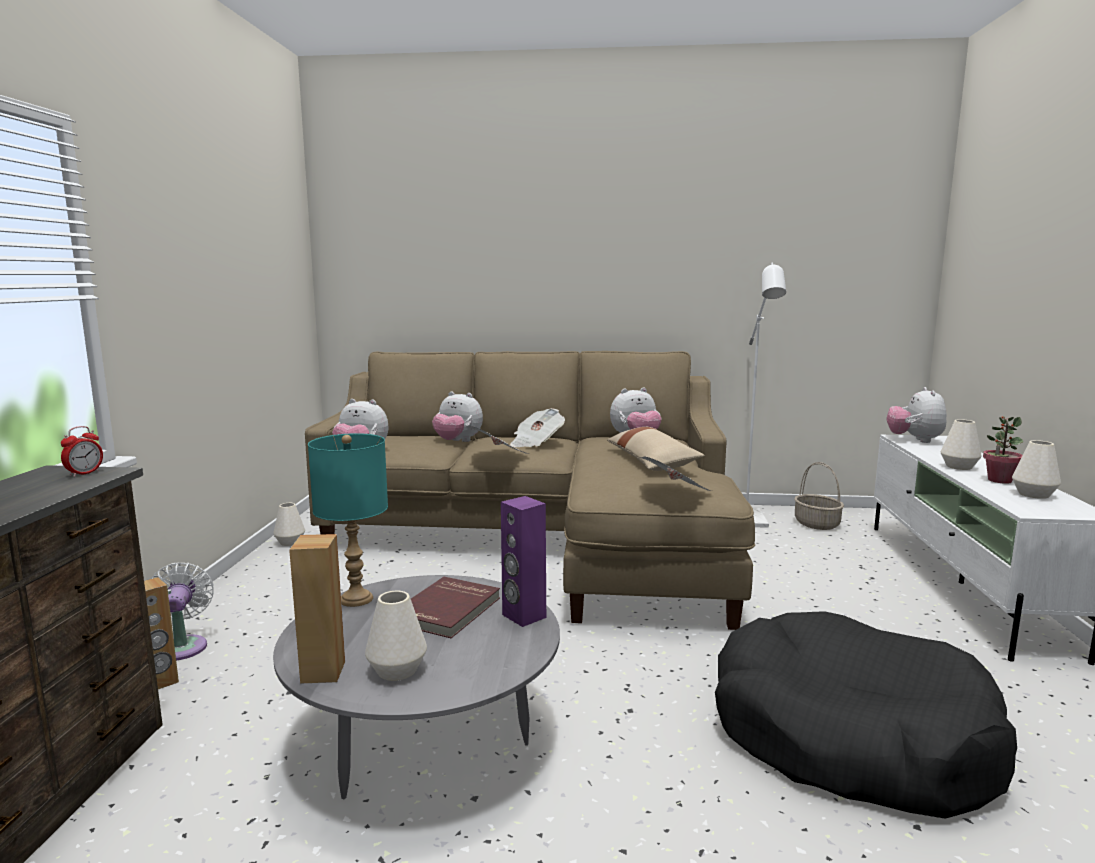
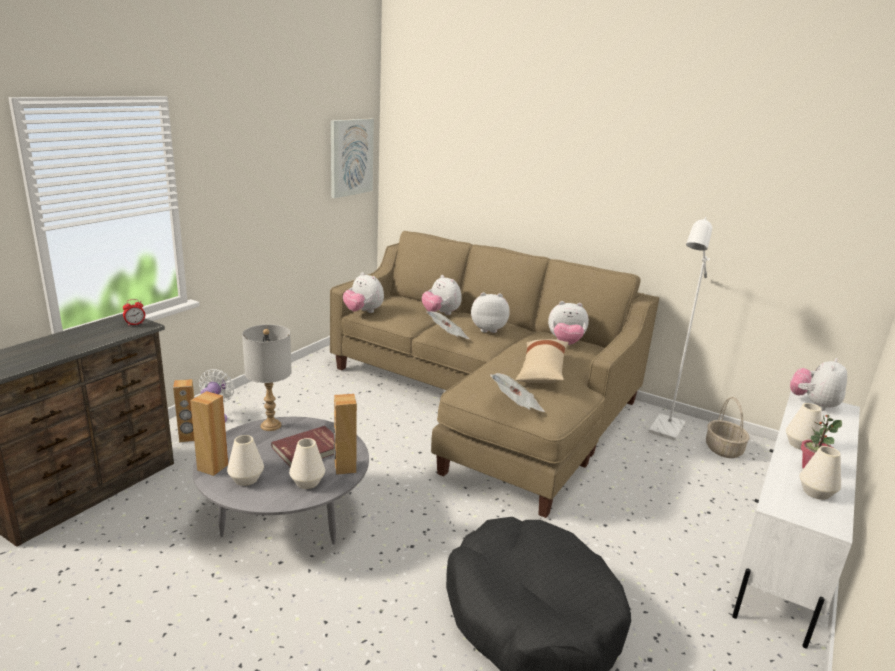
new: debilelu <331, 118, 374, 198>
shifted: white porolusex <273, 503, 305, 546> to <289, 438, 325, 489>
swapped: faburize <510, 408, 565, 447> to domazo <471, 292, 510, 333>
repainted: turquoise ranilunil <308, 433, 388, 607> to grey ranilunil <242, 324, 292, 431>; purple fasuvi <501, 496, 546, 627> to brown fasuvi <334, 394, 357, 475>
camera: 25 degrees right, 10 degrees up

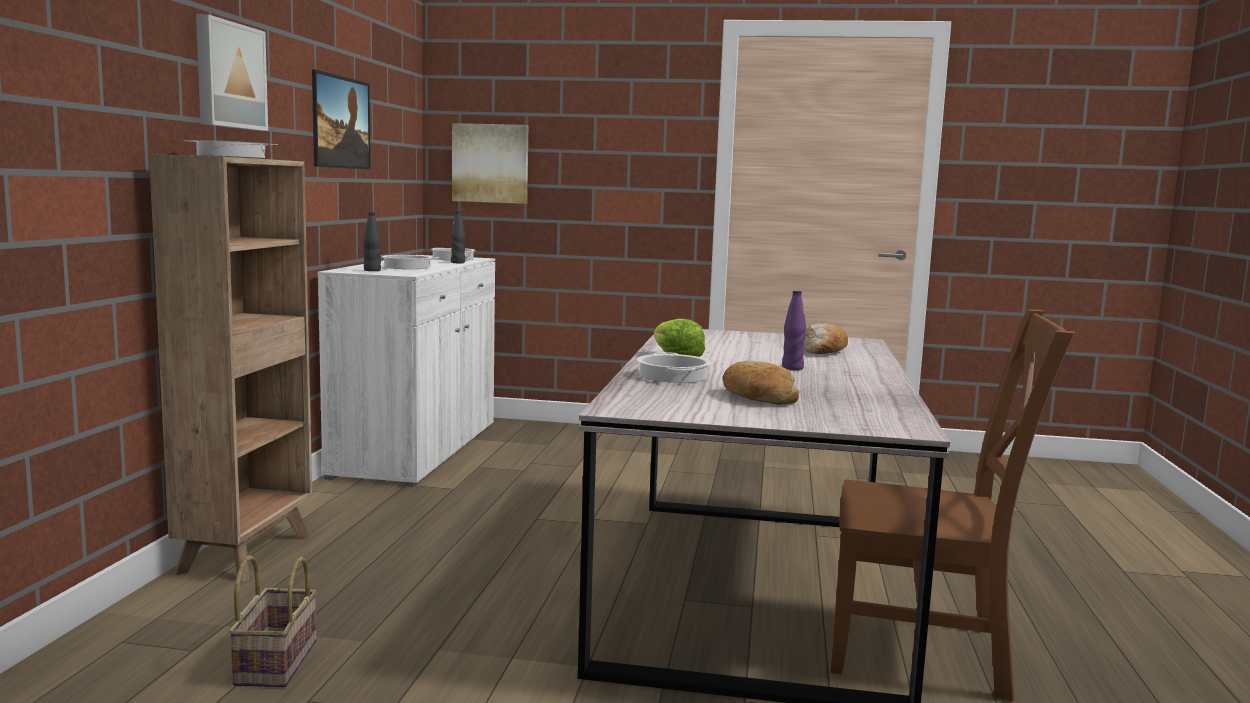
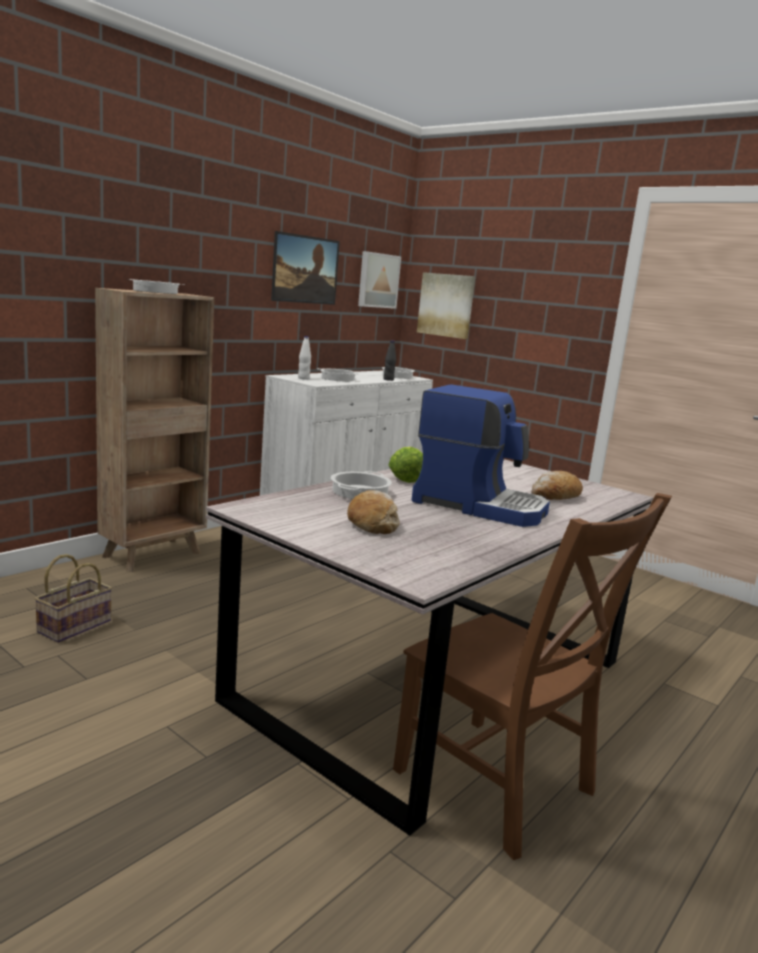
shifted: debilelu <196, 14, 268, 131> to <358, 251, 401, 309>
swapped: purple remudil <782, 290, 806, 370> to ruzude <412, 384, 550, 527>
repainted: black remudil <363, 212, 381, 271> to white remudil <298, 336, 311, 379>
camera: 30 degrees right, 5 degrees up

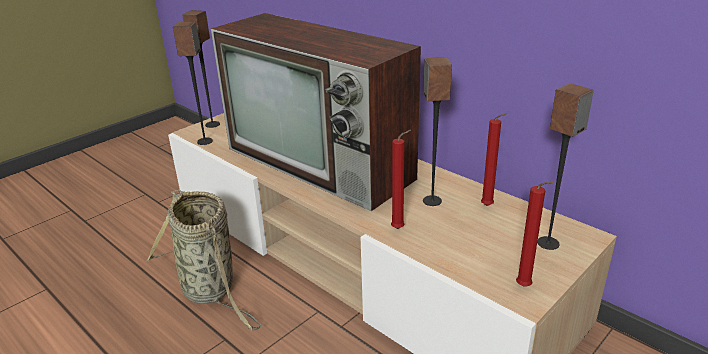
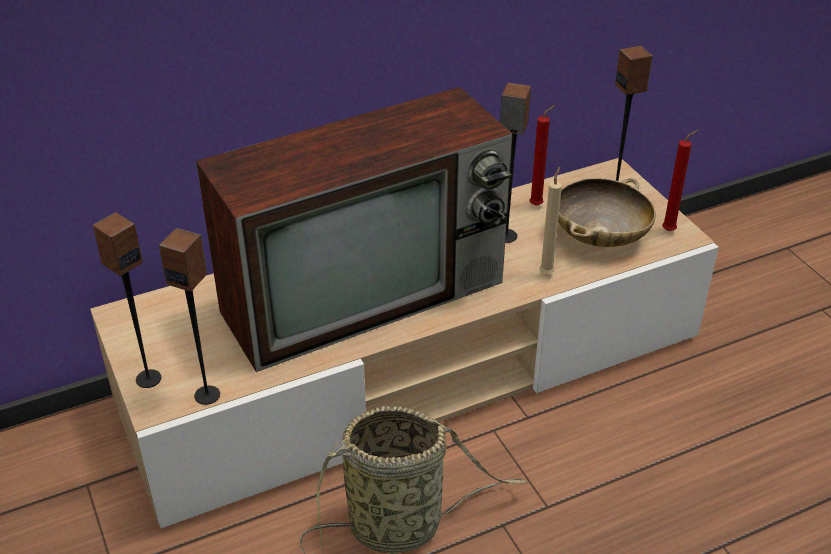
new: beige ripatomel <558, 178, 656, 247>
repainted: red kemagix <391, 130, 411, 229> to beige kemagix <539, 167, 562, 274>
camera: 70 degrees left, 10 degrees up

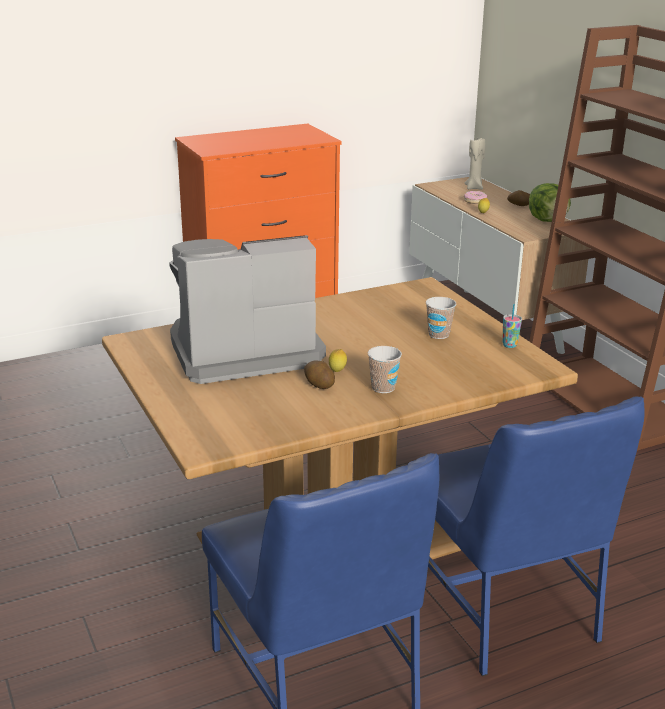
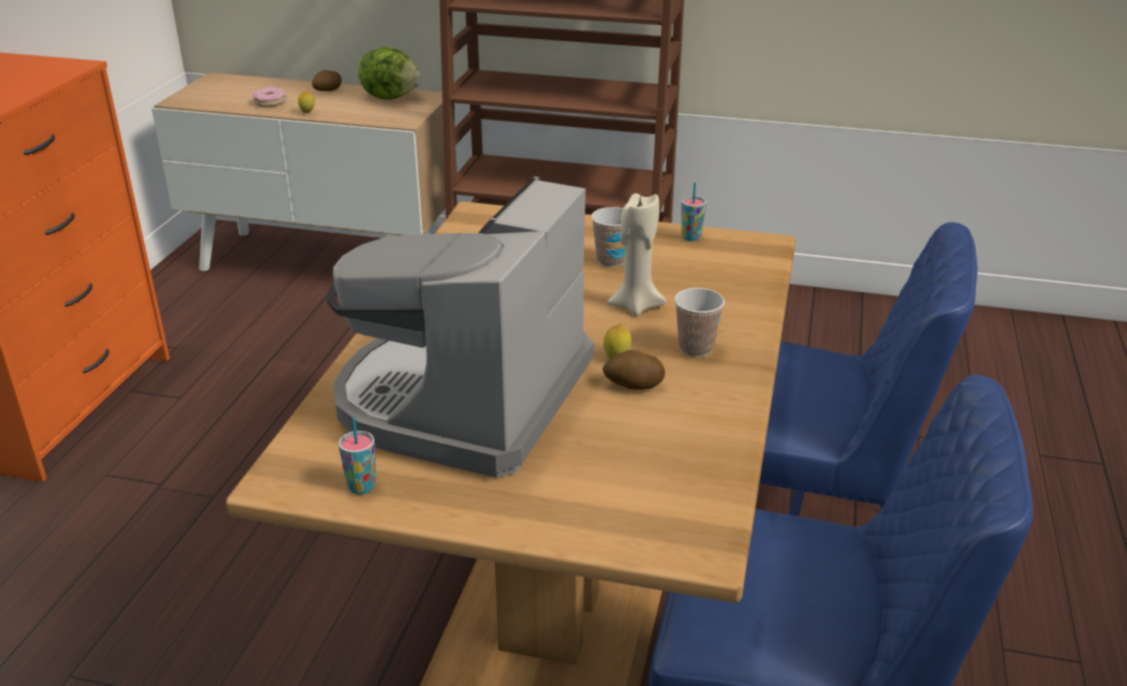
new: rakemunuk <338, 417, 376, 494>
shifted: beige kemagix <465, 138, 485, 190> to <607, 193, 666, 316>
camera: 50 degrees left, 5 degrees up

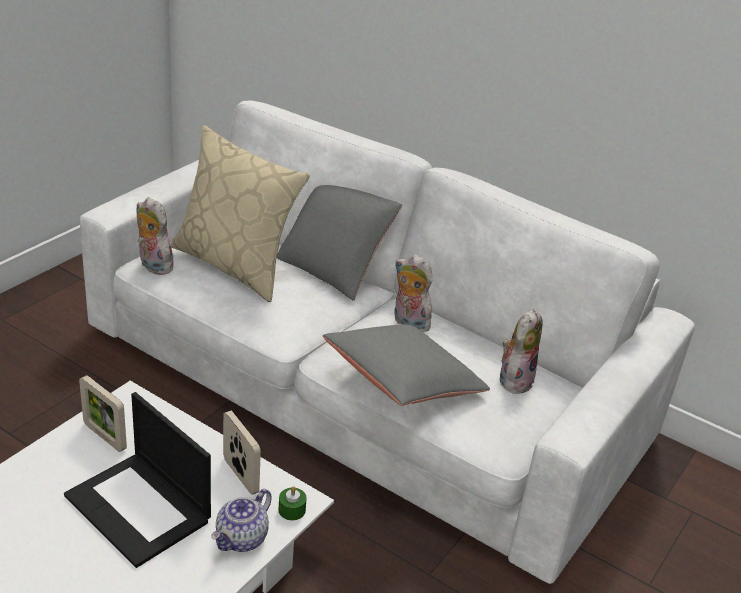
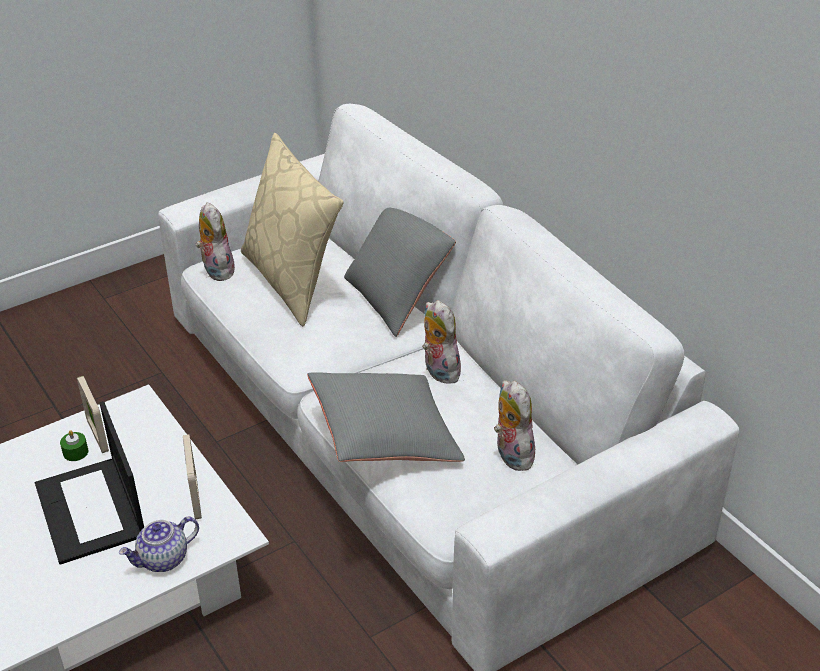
shifted: green kemagix <278, 486, 307, 520> to <60, 430, 88, 461>
rotated: domazo <500, 310, 542, 394> = <494, 380, 535, 471> 75 degrees counterclockwise
camera: 25 degrees right, 5 degrees up

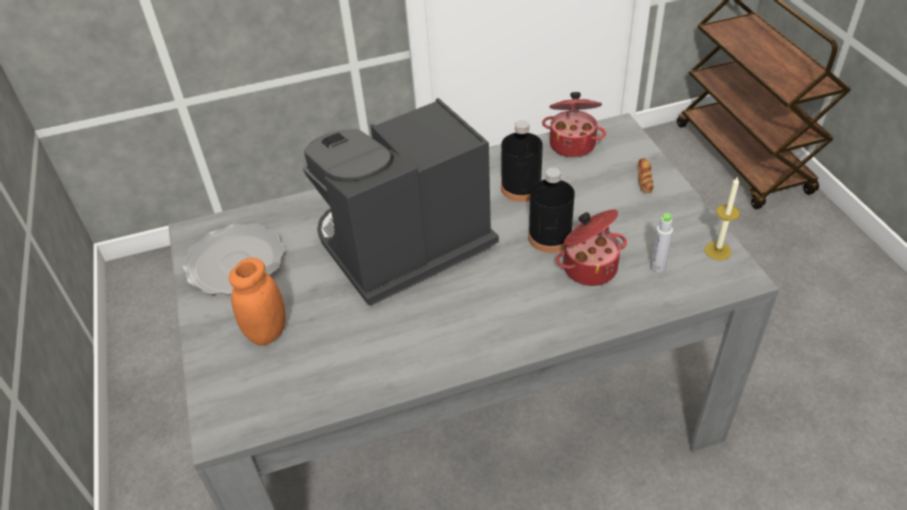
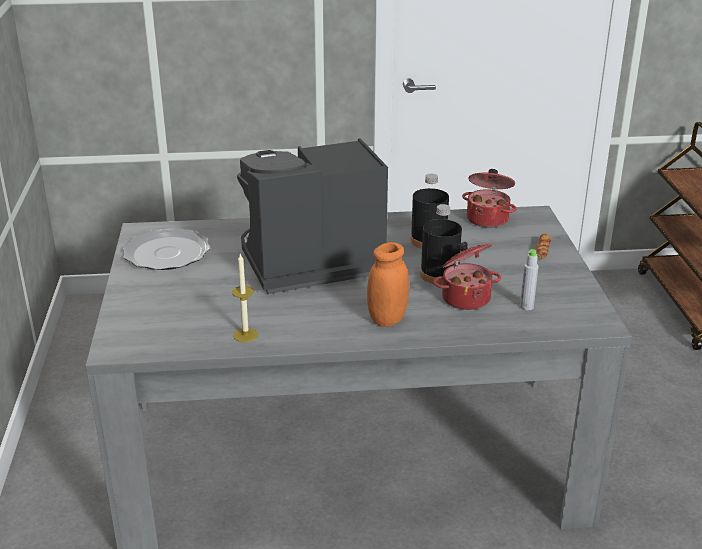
shifted: kemagix <705, 176, 740, 260> to <232, 254, 258, 342>; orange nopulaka <229, 258, 286, 346> to <367, 242, 409, 327>
camera: 10 degrees right, 15 degrees down

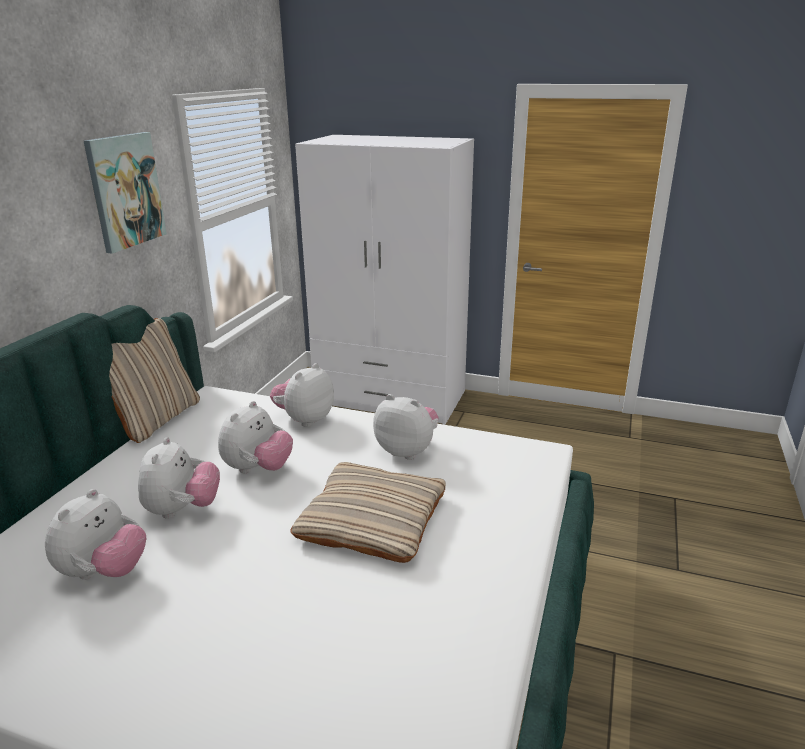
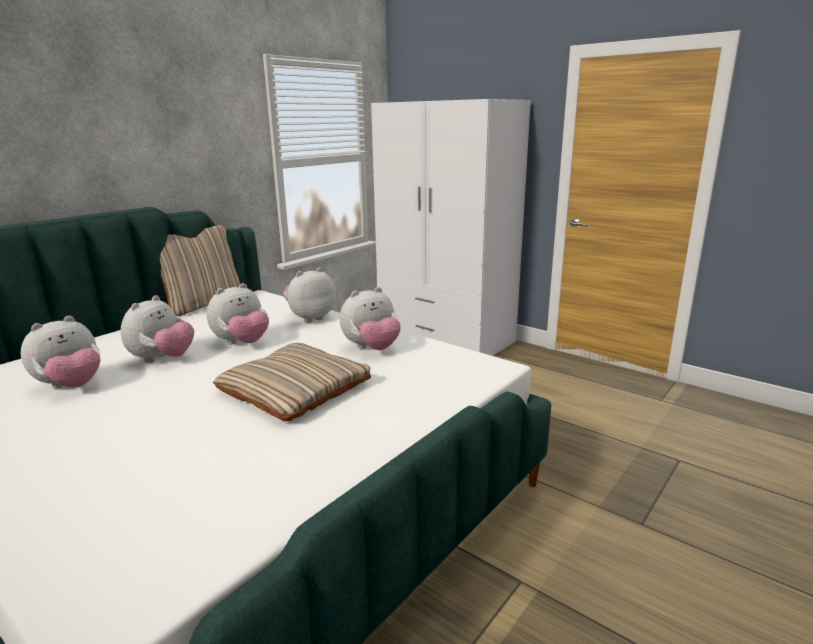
gone: debilelu <84, 132, 167, 254>
rotated: domazo <373, 394, 439, 460> = <340, 287, 401, 350> 105 degrees clockwise
camera: 20 degrees right, 5 degrees down

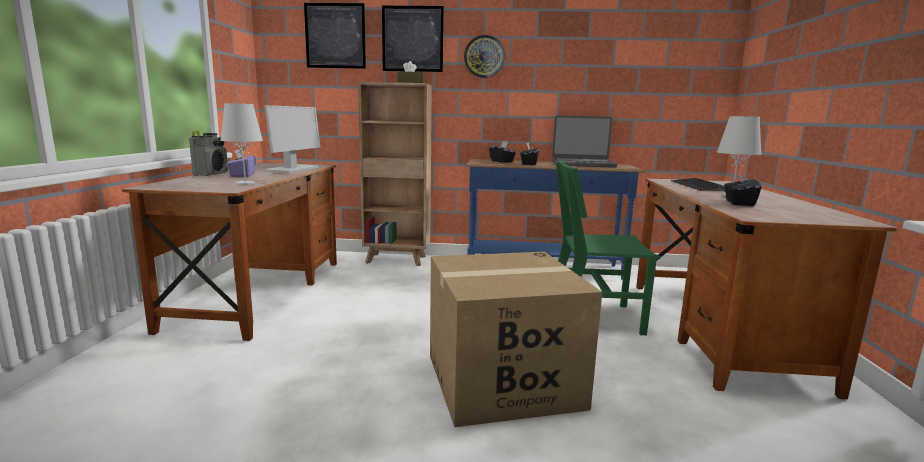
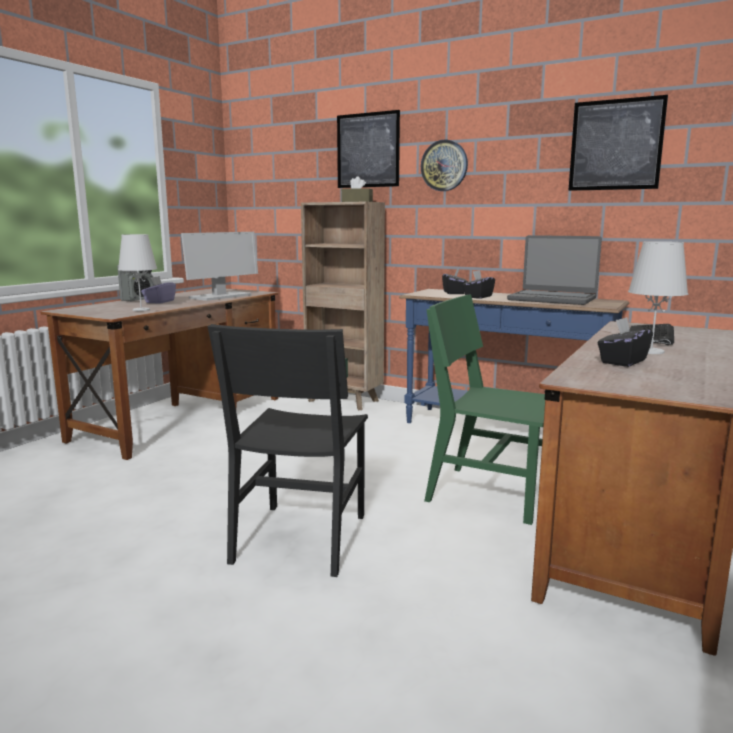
shifted: debilelu <304, 3, 366, 69> to <568, 95, 668, 191>
swapped: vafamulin <430, 252, 602, 427> to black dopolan <208, 324, 368, 577>
camera: 25 degrees right, 0 degrees up

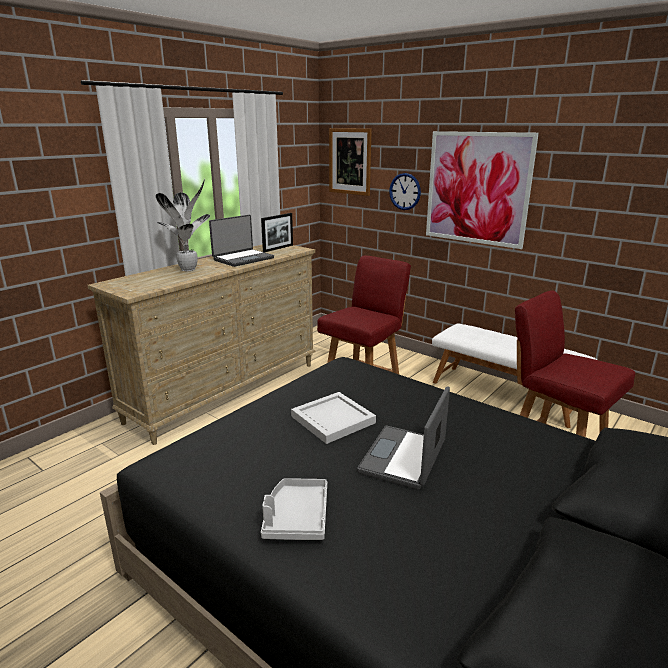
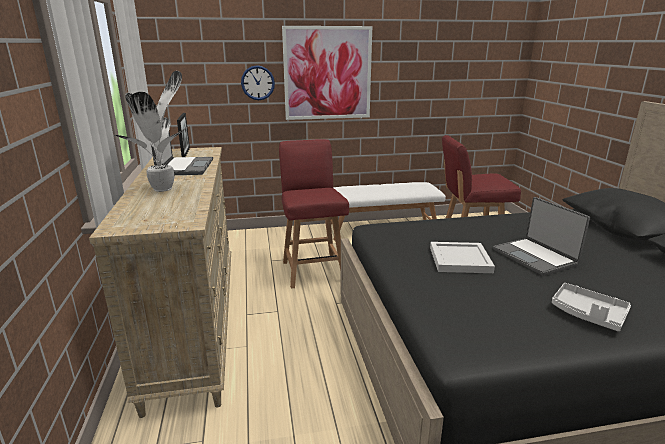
gone: debilelu <329, 128, 372, 196>
camera: 50 degrees left, 0 degrees up

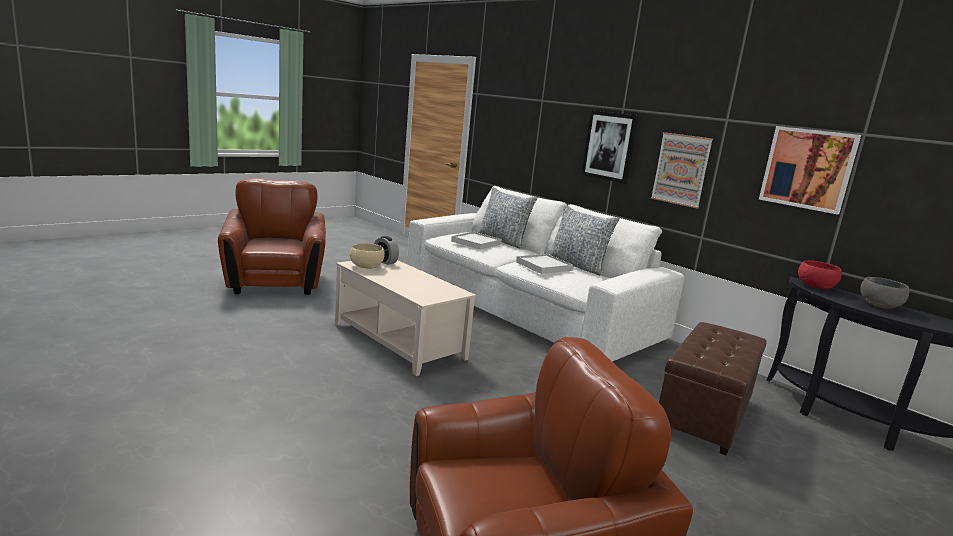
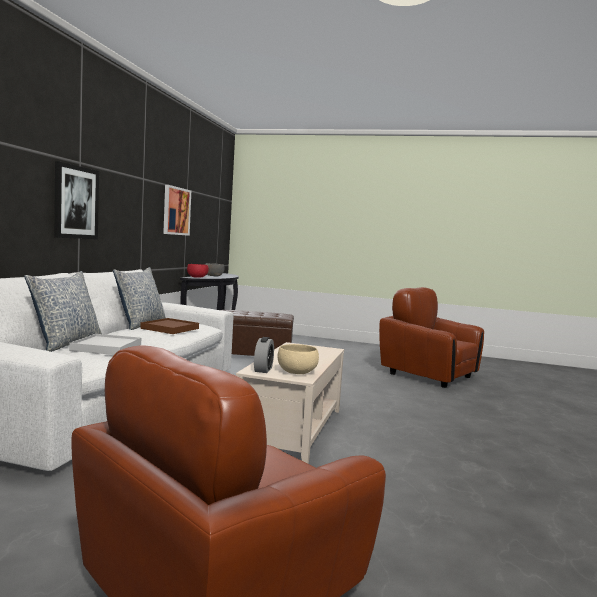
gone: debilelu <651, 132, 713, 208>
repainted: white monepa <516, 254, 573, 274> to brown monepa <140, 318, 199, 334>
camera: 120 degrees left, 10 degrees down

